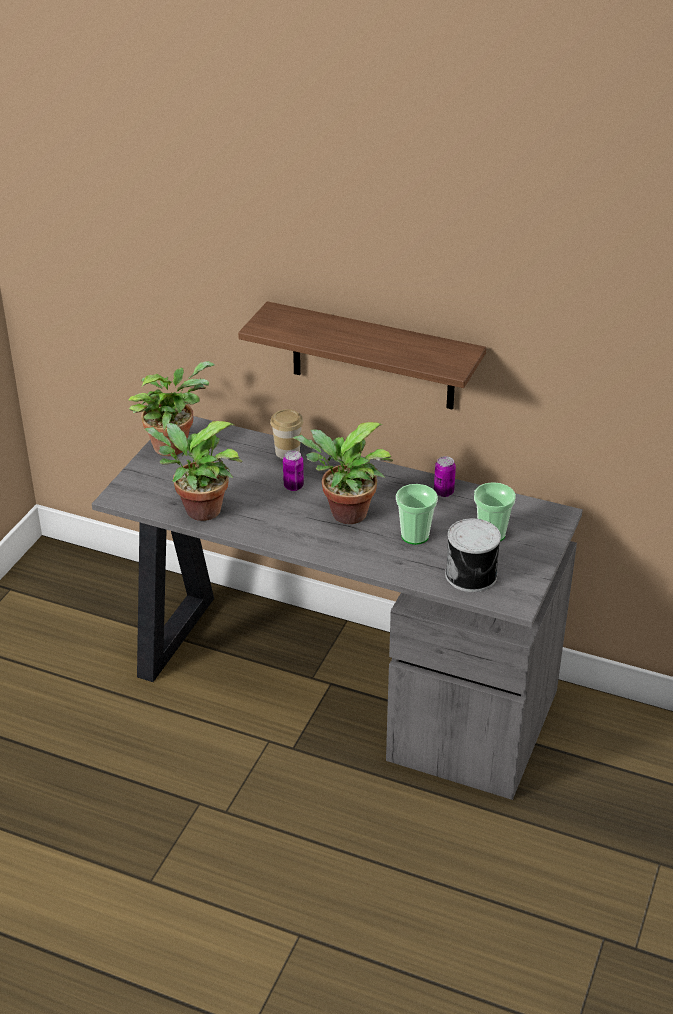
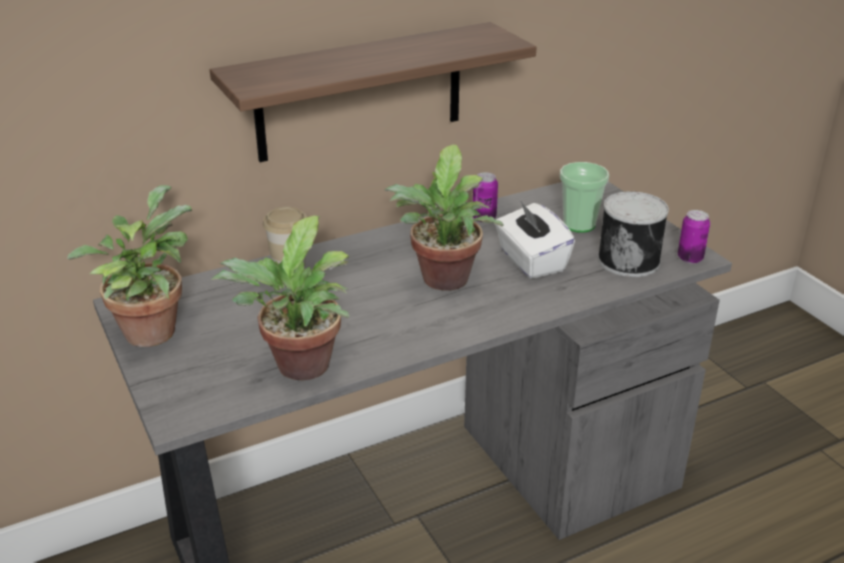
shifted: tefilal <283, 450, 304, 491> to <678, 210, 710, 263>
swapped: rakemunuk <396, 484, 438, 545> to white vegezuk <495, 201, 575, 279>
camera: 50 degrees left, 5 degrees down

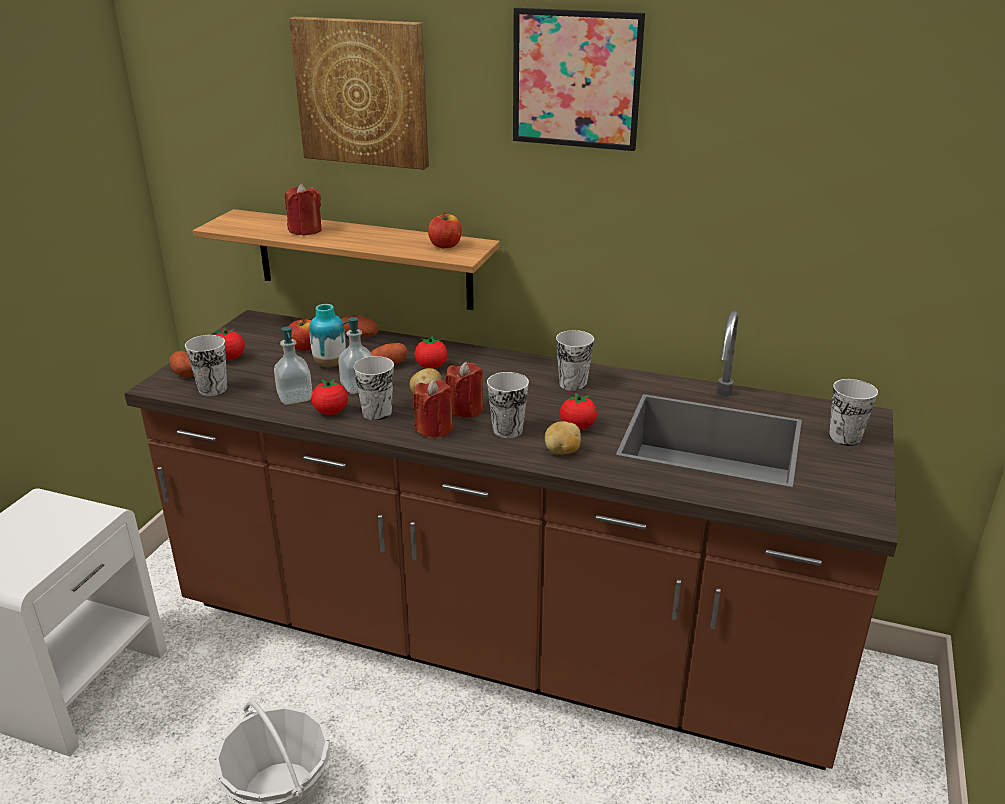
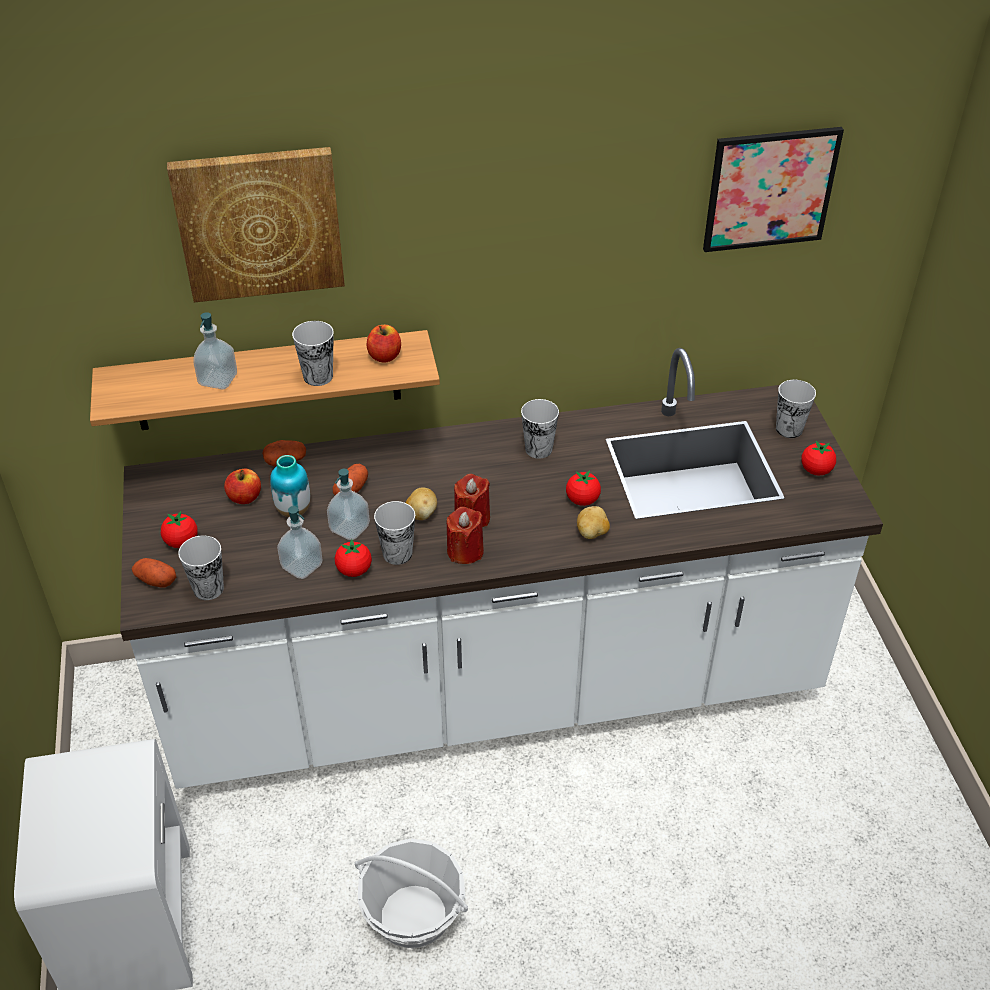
shifted: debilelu <513, 8, 645, 151> to <703, 127, 844, 252>; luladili <415, 335, 448, 369> to <801, 441, 836, 475>; rakemunuk <487, 372, 529, 438> to <292, 321, 334, 386>
swapped: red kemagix <285, 183, 322, 236> to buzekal <193, 312, 237, 389>
repainted: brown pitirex <124, 310, 897, 770> to white pitirex <120, 348, 883, 789>
camera: 30 degrees left, 15 degrees up

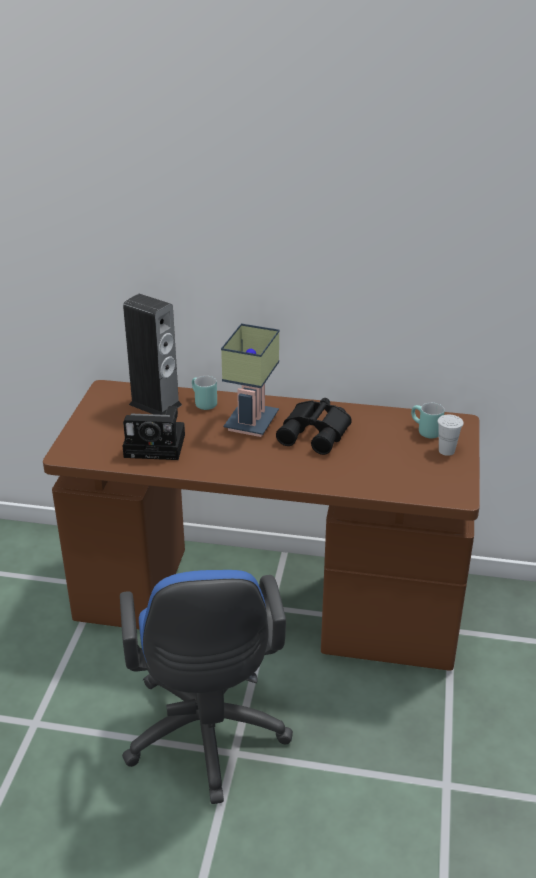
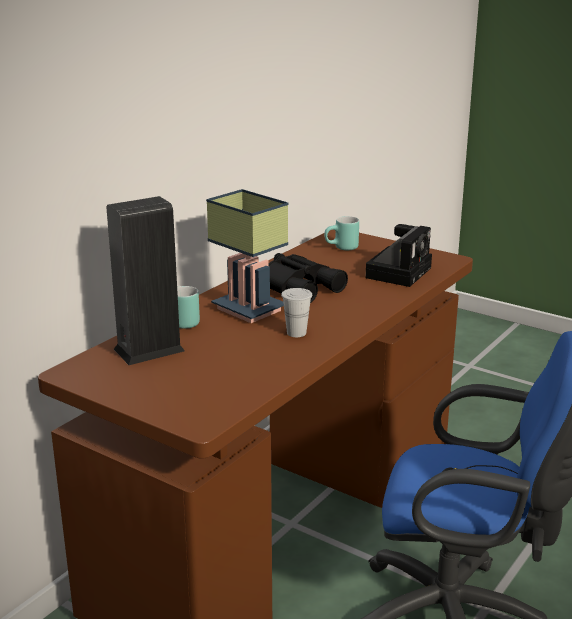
shifted: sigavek <123, 406, 185, 460> to <365, 224, 432, 287>; white rakemunuk <437, 414, 464, 456> to <281, 288, 312, 337>
camera: 65 degrees left, 10 degrees down

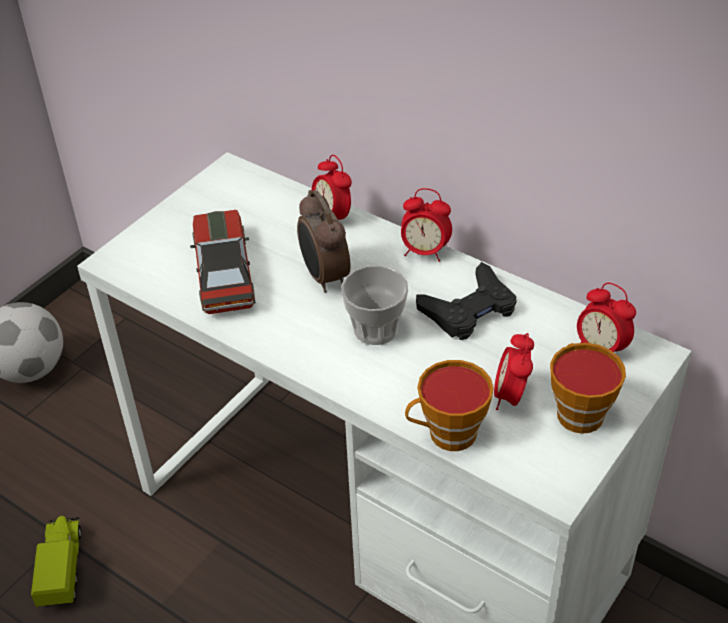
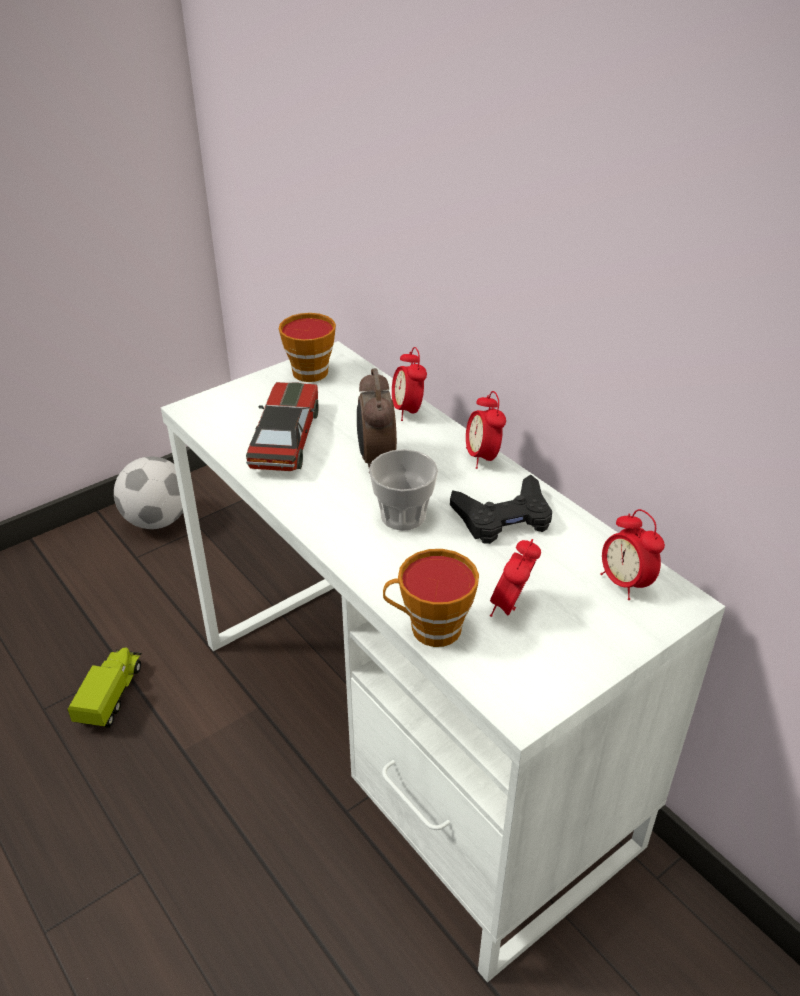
shifted: rakemunuk <550, 343, 626, 434> to <279, 313, 336, 382>
rotated: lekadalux <401, 188, 452, 262> = <466, 391, 506, 469> 45 degrees clockwise
camera: 15 degrees right, 5 degrees down

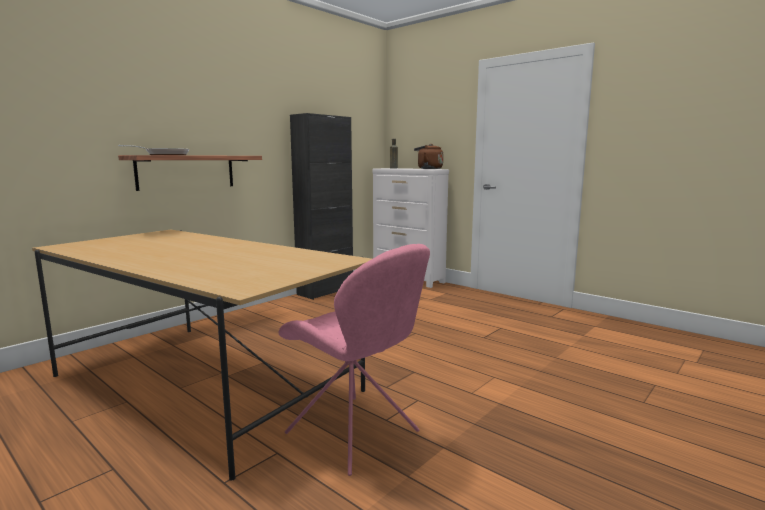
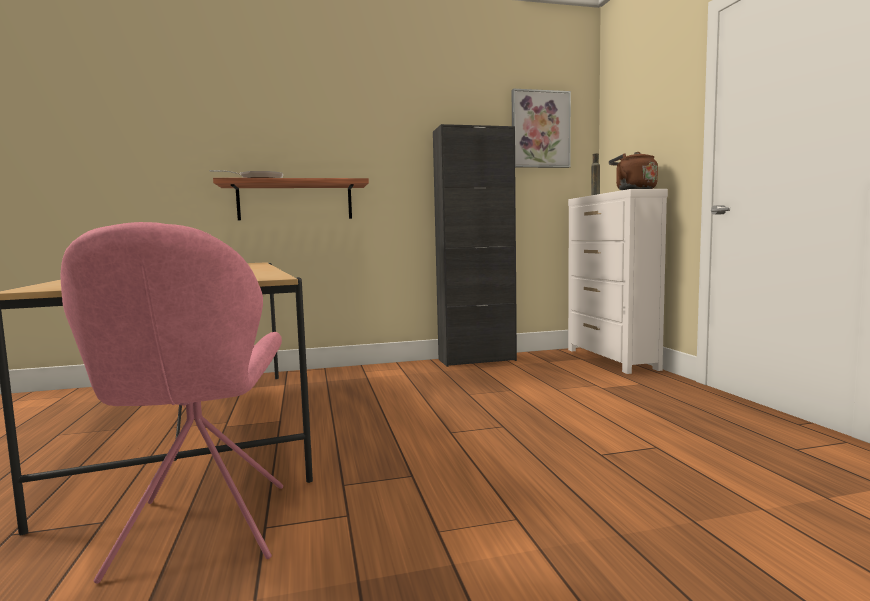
new: debilelu <512, 89, 571, 168>
camera: 35 degrees right, 5 degrees down

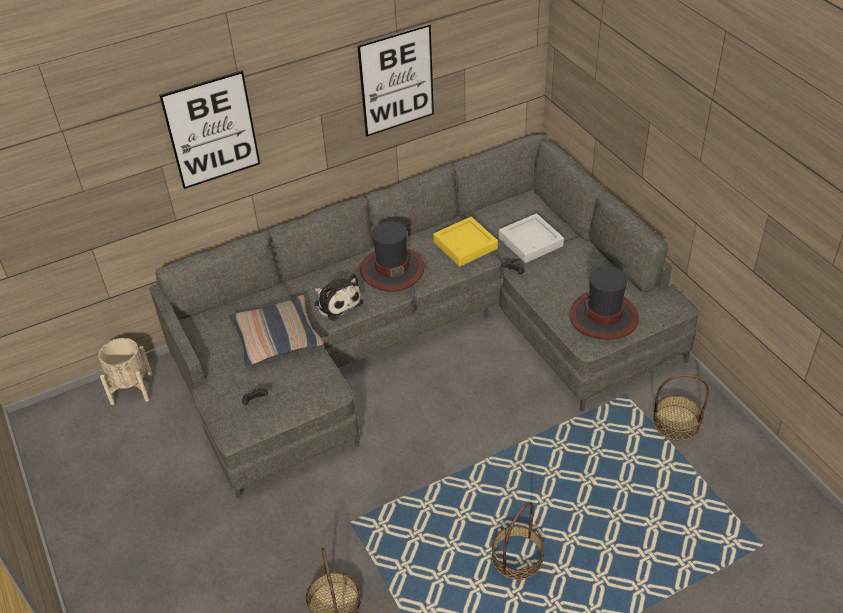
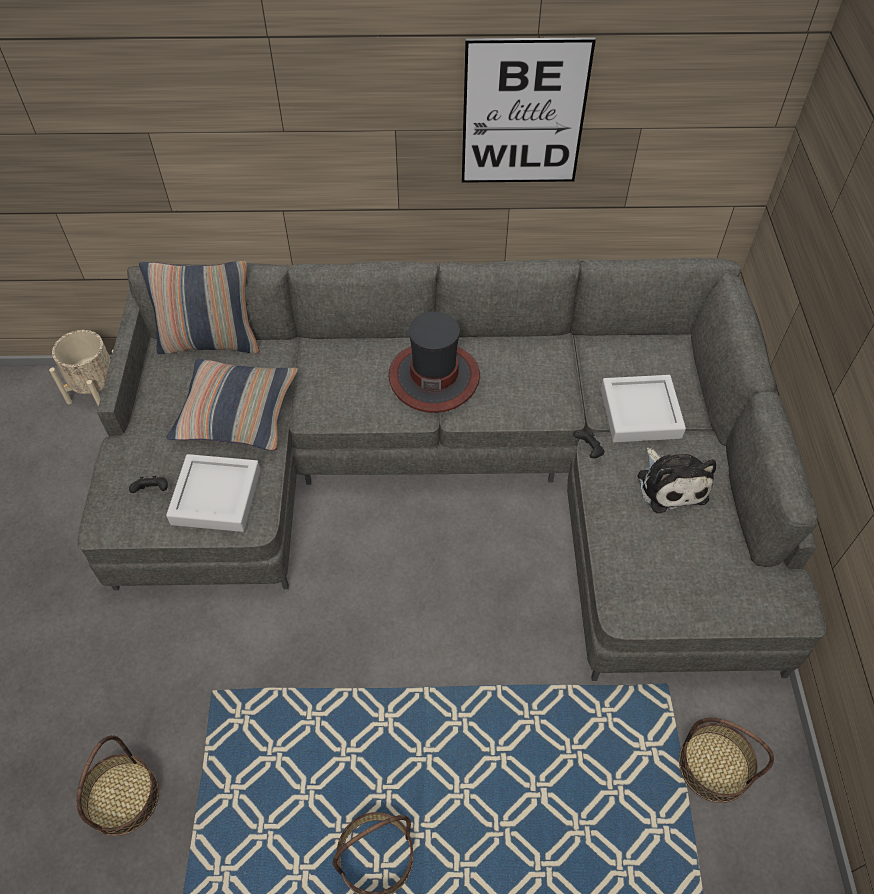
gone: debilelu <159, 70, 260, 189>; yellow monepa <433, 217, 498, 266>; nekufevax <569, 266, 639, 340>
new: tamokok <139, 261, 259, 354>; grey monepa <166, 454, 261, 532>
shifted: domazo <314, 274, 363, 321> to <637, 448, 716, 513>
camera: 25 degrees right, 10 degrees up

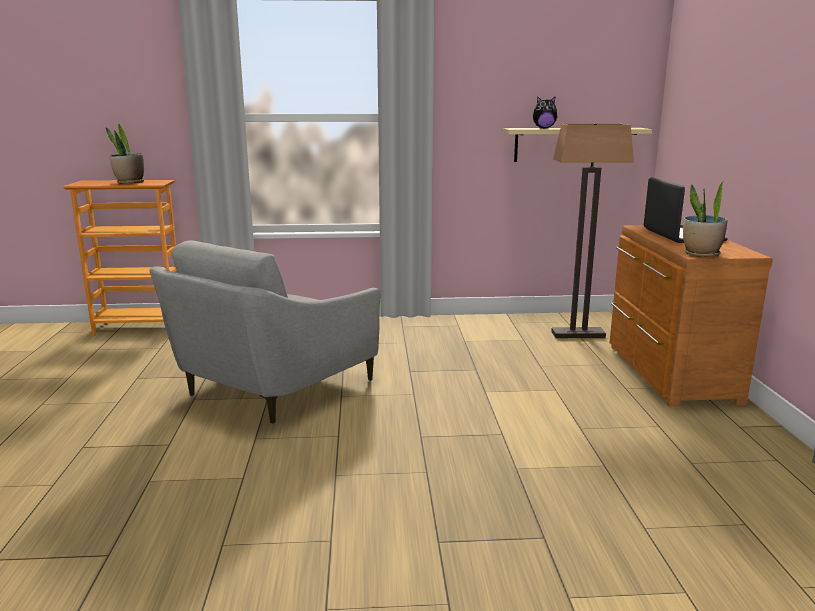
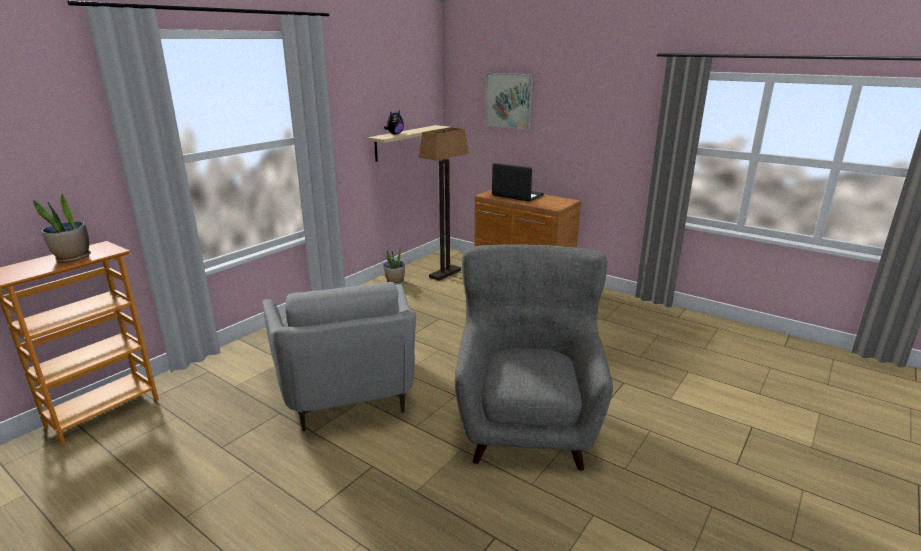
new: debilelu <485, 73, 533, 130>; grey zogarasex <455, 244, 613, 471>
shifted: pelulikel <683, 181, 727, 257> to <383, 246, 405, 285>
camera: 50 degrees left, 5 degrees up

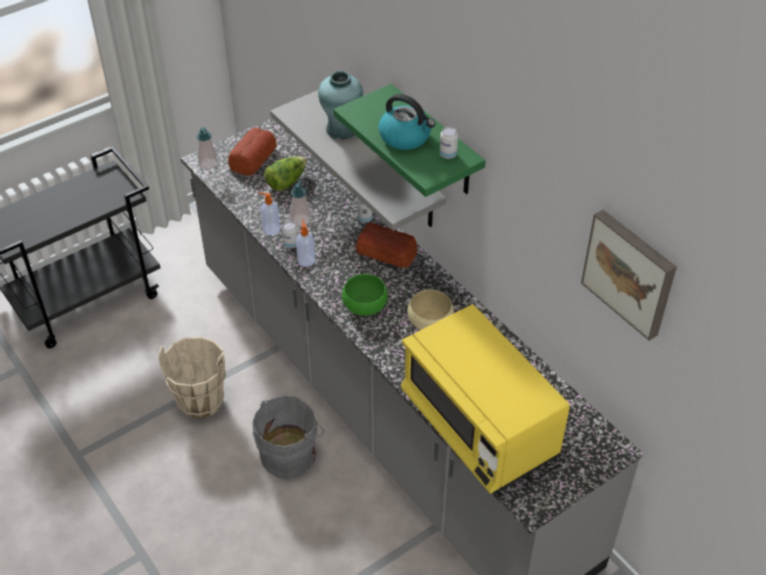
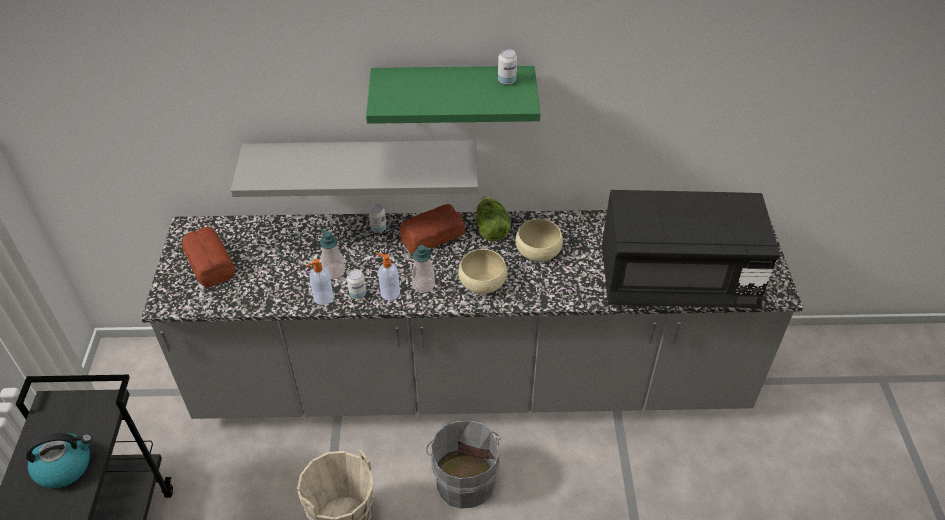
gone: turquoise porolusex <318, 71, 363, 140>; debilelu <581, 210, 677, 341>
shifted: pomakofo <379, 94, 435, 150> to <25, 433, 92, 488>; buzekal <197, 127, 218, 169> to <412, 245, 435, 293>; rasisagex <264, 157, 307, 191> to <476, 196, 511, 241>
repainted: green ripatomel <342, 274, 388, 316> to beige ripatomel <458, 249, 507, 294>; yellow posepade <401, 304, 570, 494> to black posepade <602, 190, 780, 308>
camera: 55 degrees left, 0 degrees up

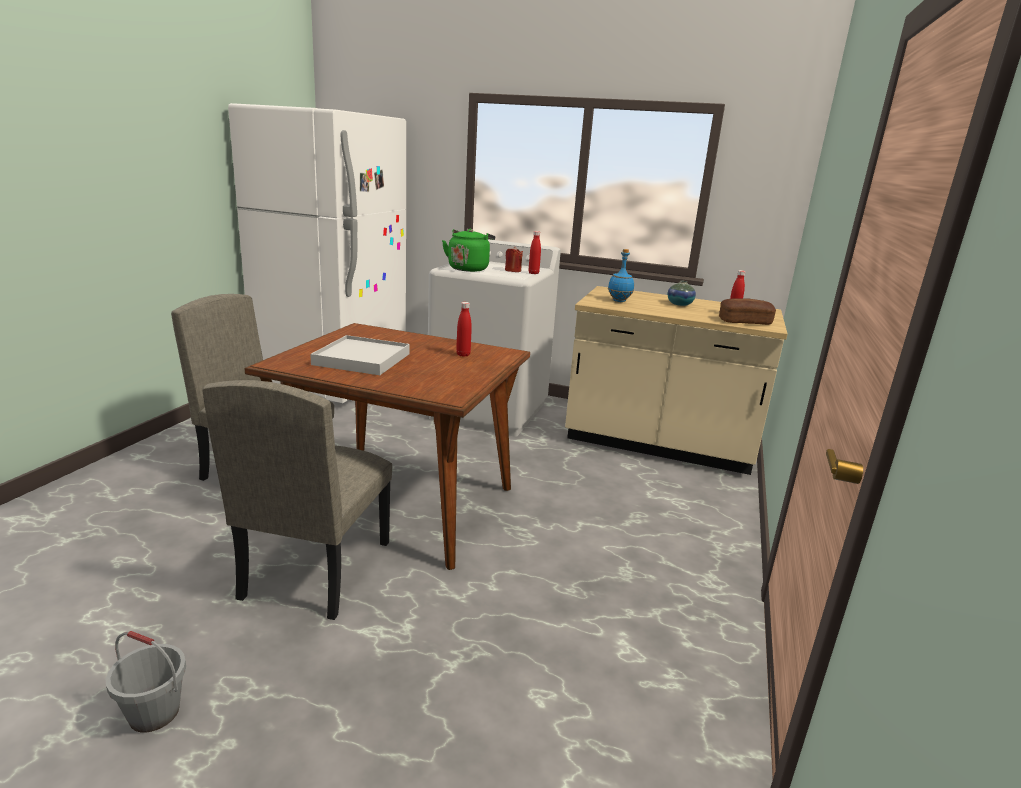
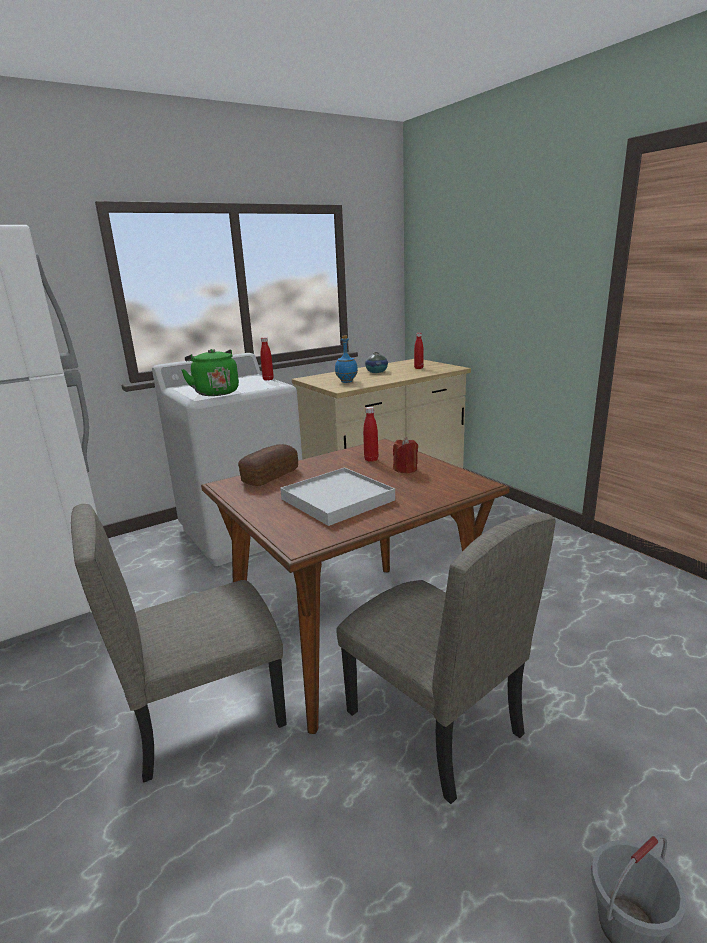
shifted: red kemagix <505, 246, 523, 272> to <393, 437, 418, 474>; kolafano <719, 298, 776, 325> to <238, 444, 298, 486>
camera: 50 degrees left, 0 degrees up

